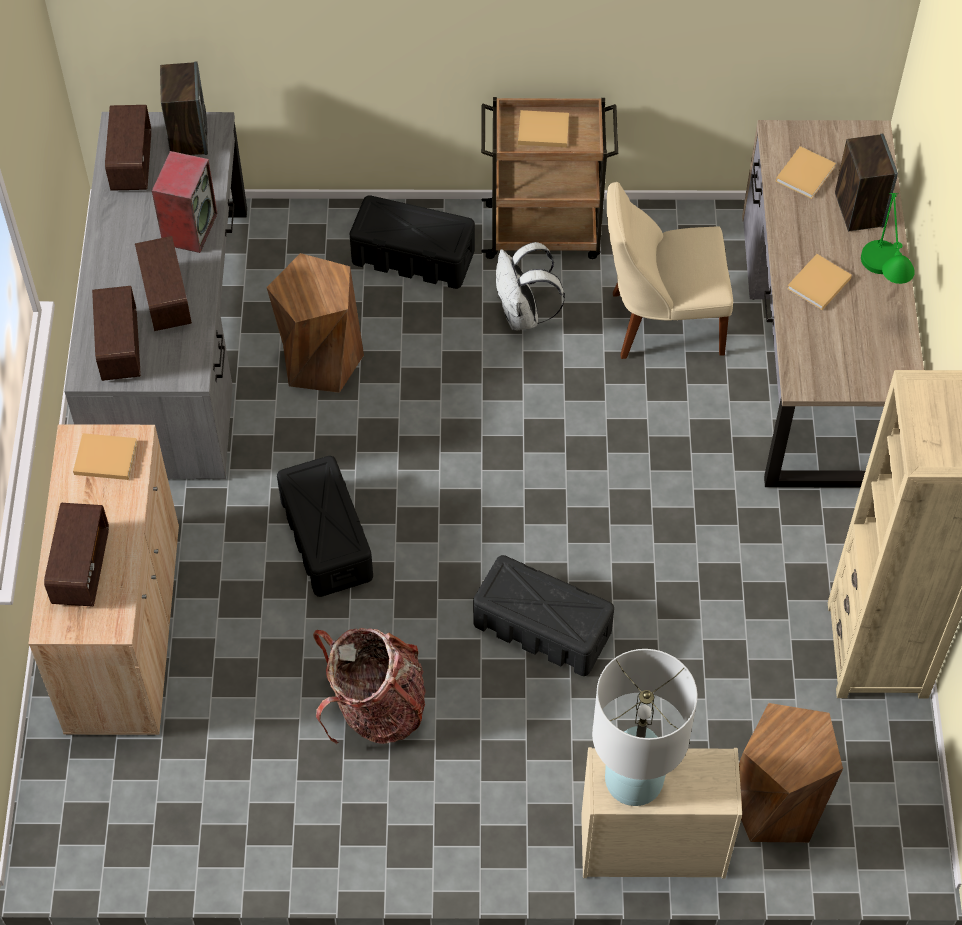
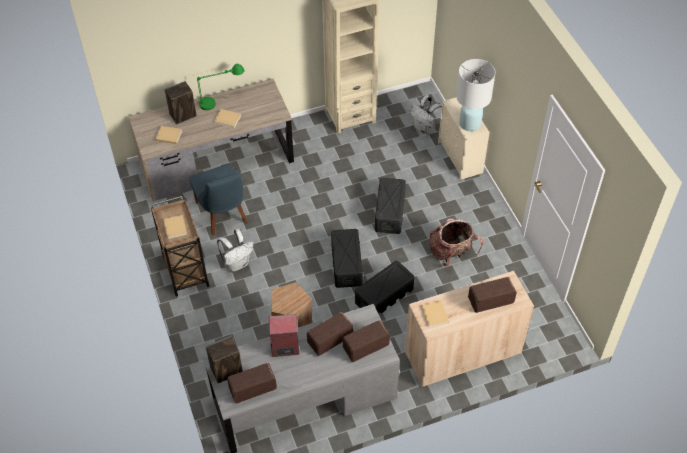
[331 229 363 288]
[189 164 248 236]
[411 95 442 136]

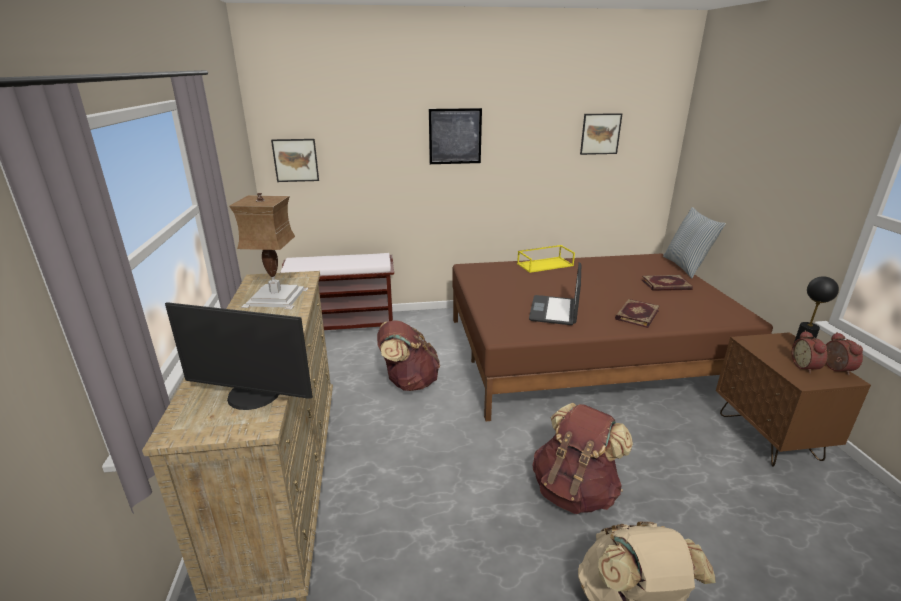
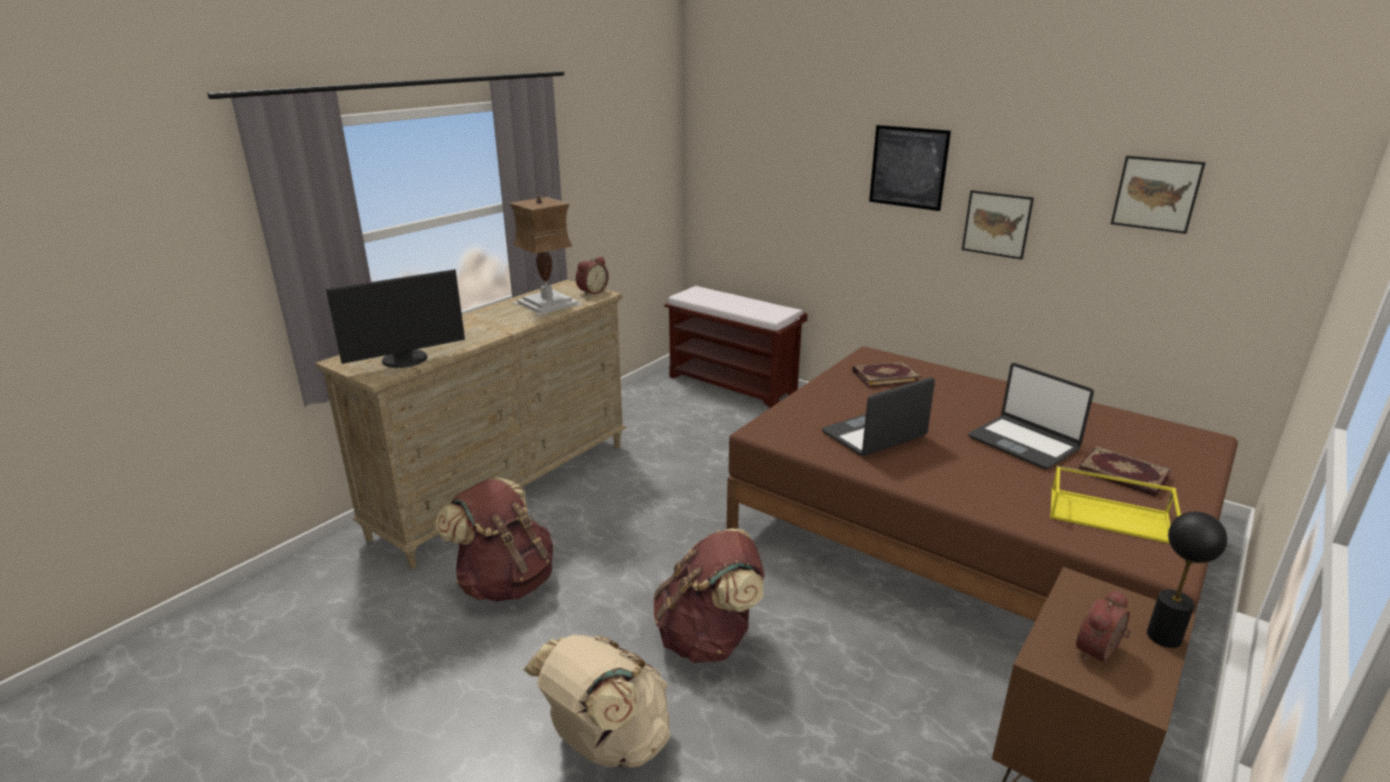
[326 269 465 368]
[962 190 1034 260]
[435 477 553 602]
[1050 466 1181 544]
[852 362 921 388]
[663 207 726 278] (first image)
[576 256 609 296]
[968 363 1094 469]

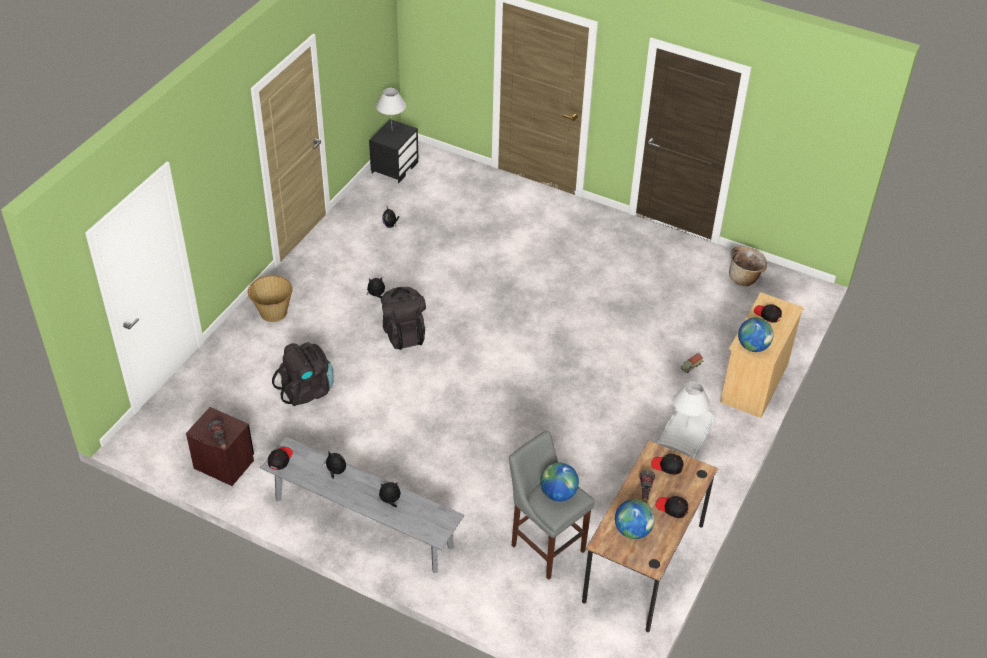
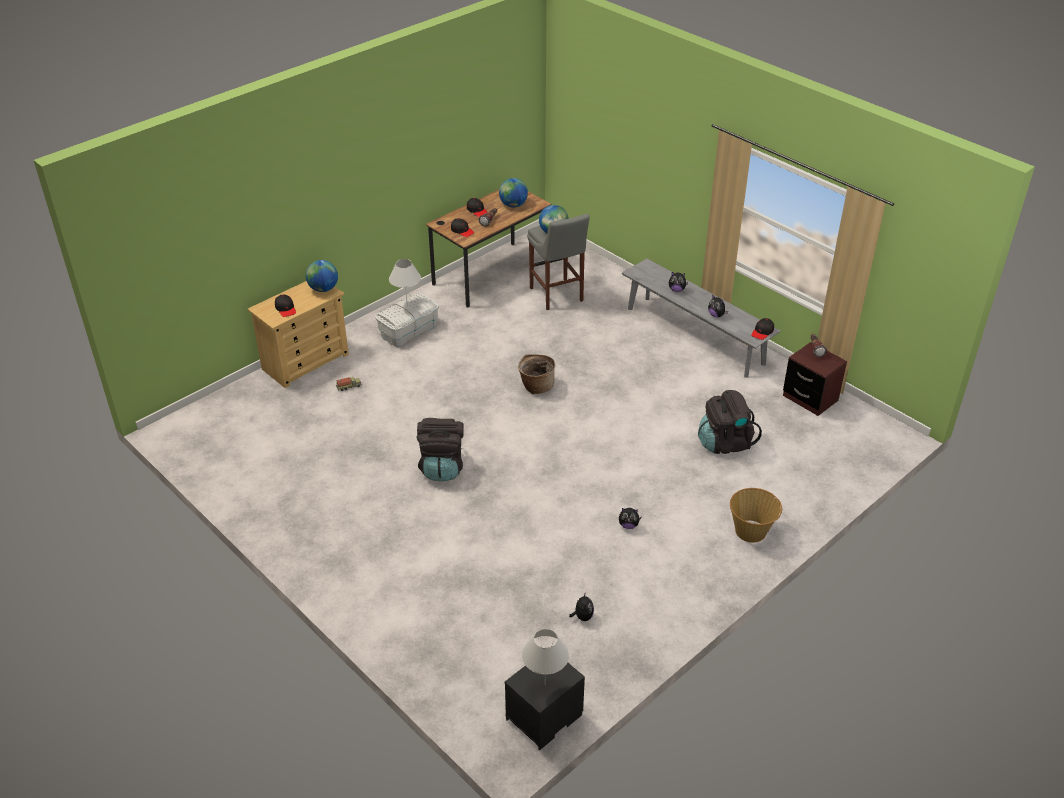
[416 418 464 481]
[518 354 555 394]

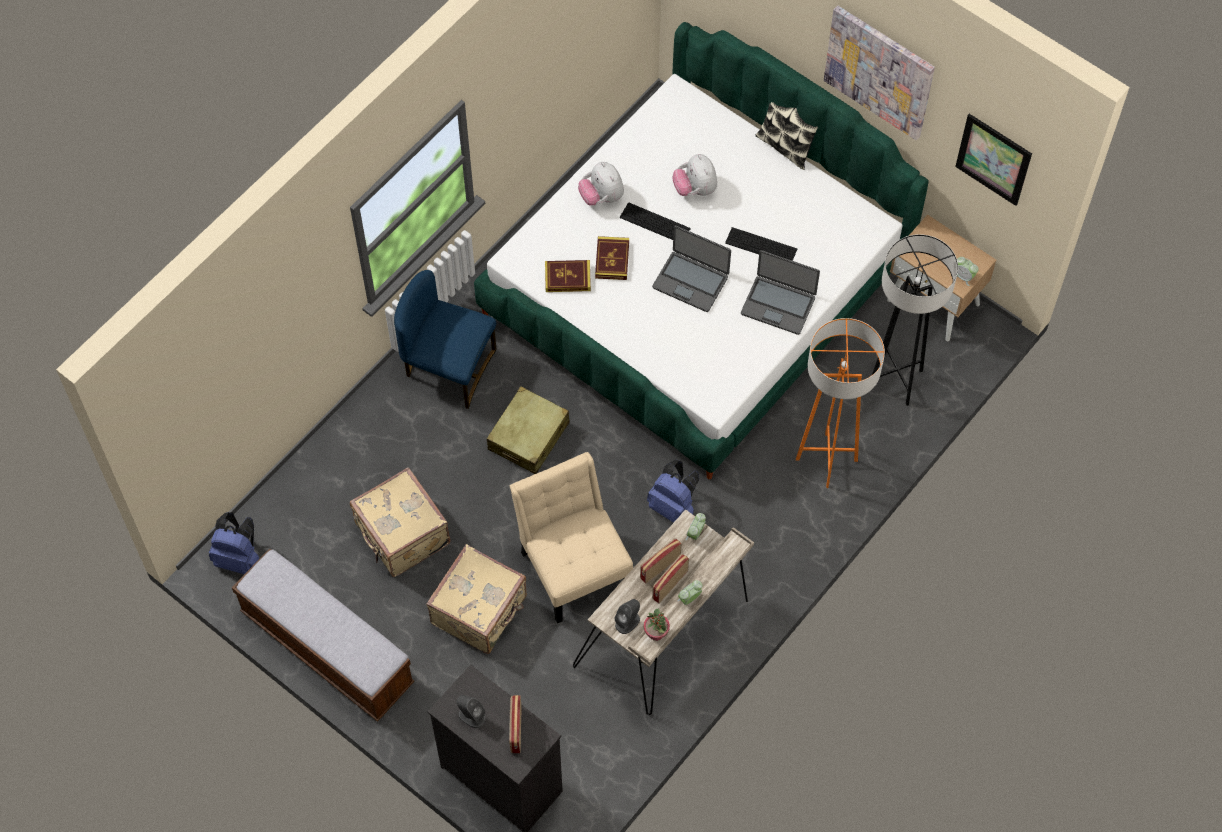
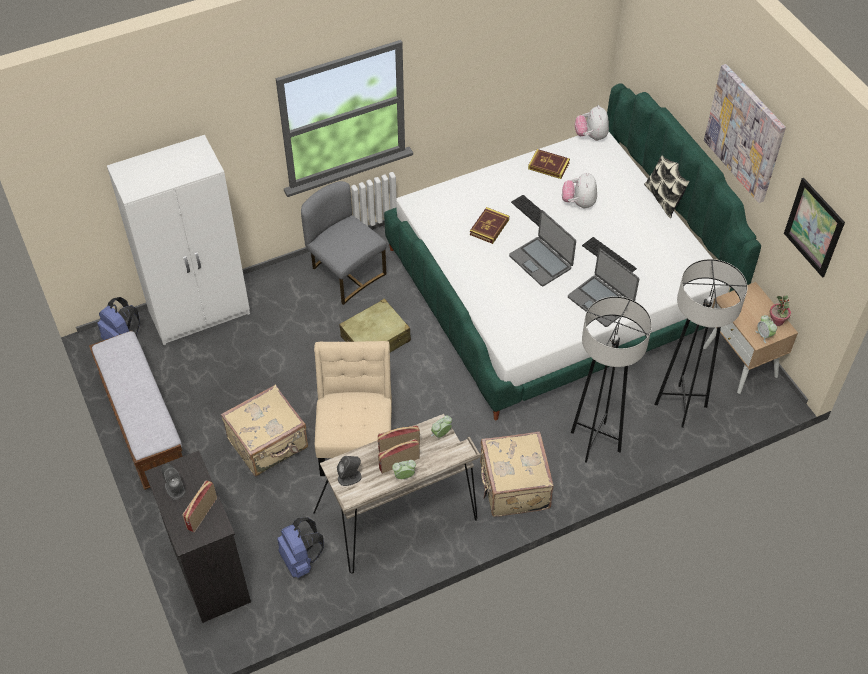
[480 431 554 517]
[301 181 387 305]
[528 149 570 179]
[575 105 609 141]
[770 295 791 326]
[277 517 324 578]
[571 296 652 463]
[107 135 250 345]

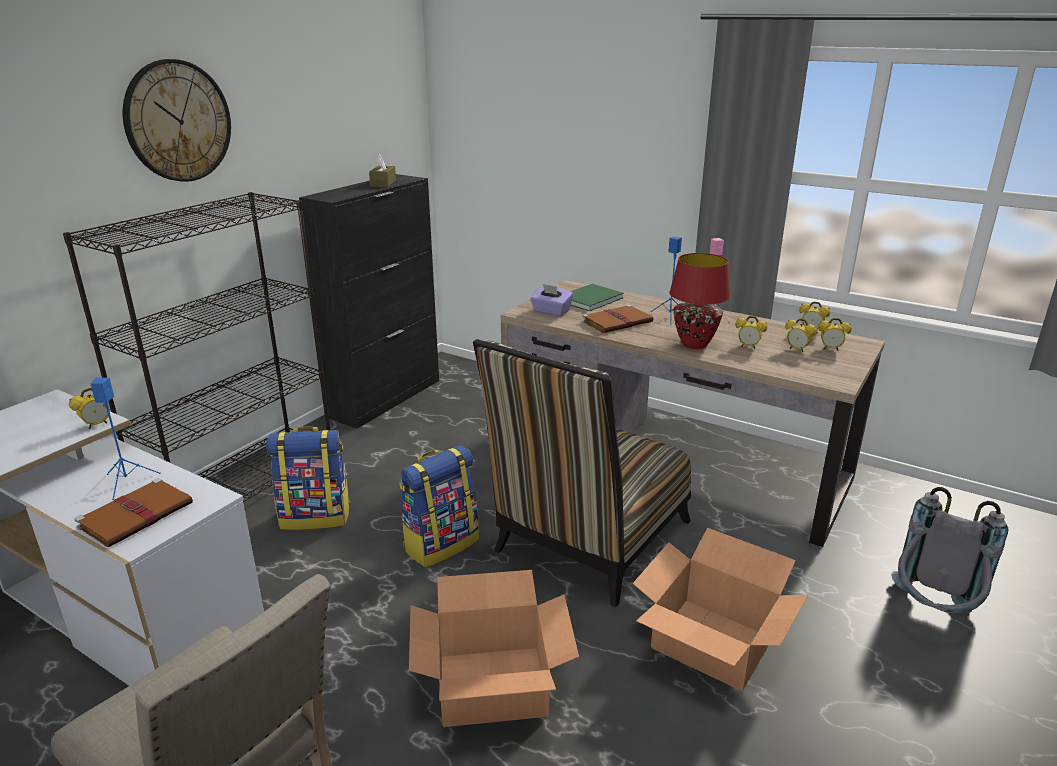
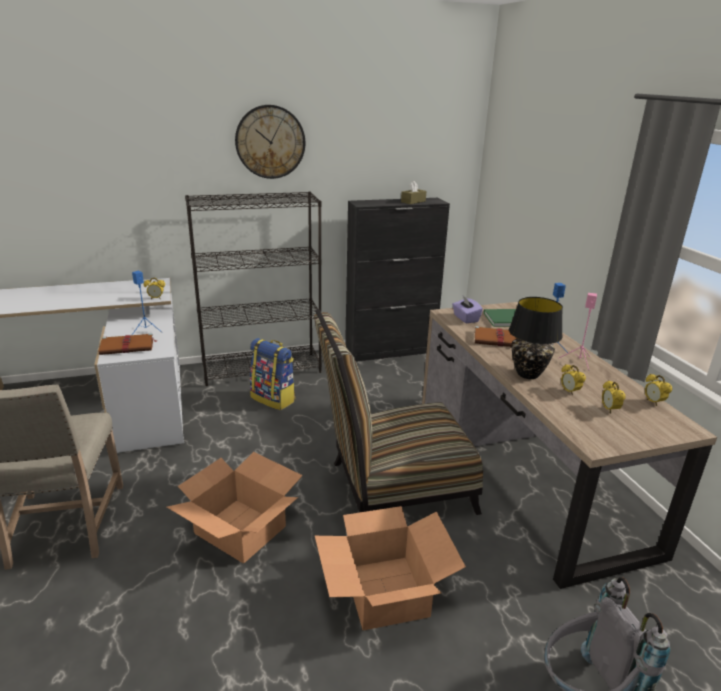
[399 445 479 568] (first image)
[509 297 563 379]
[818 318 852 351] (first image)

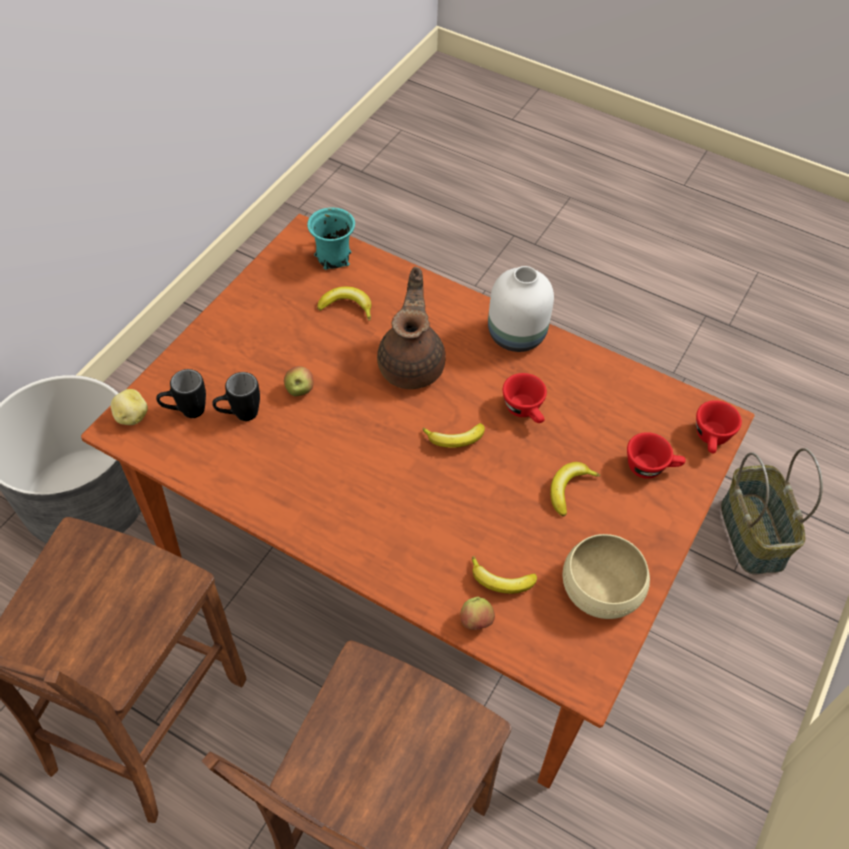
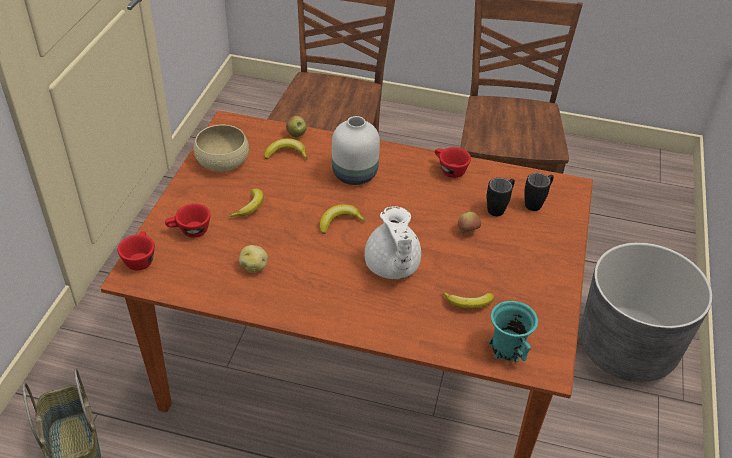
[239 245 268 273]
[365 206 421 279]
[332 116 380 185]
[435 147 471 178]

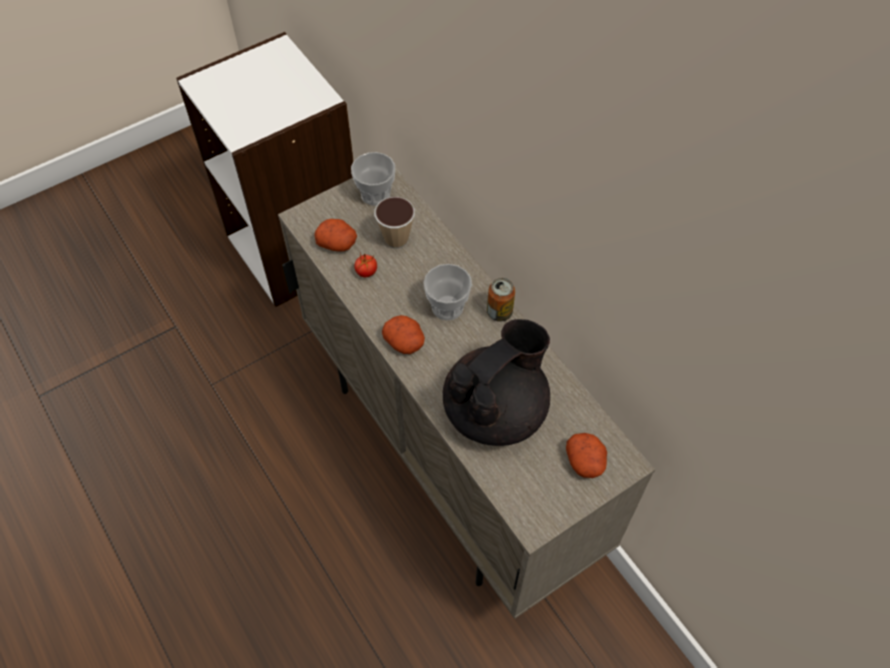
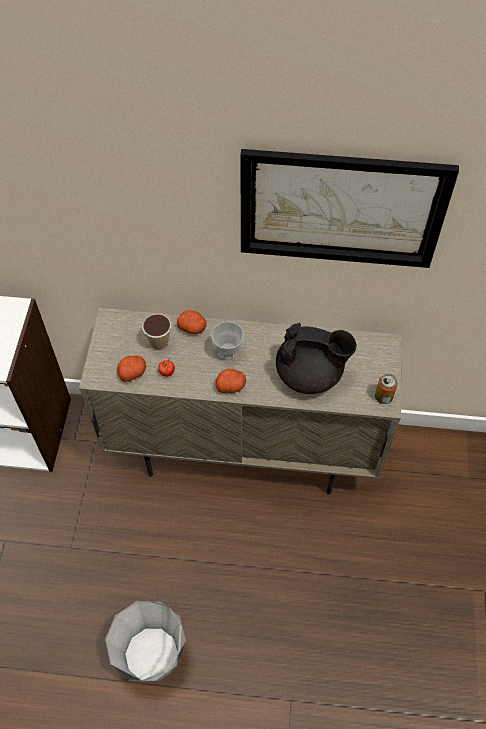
[351 152 396 206] (first image)
[276 323 357 394]
[375 374 398 404]
[177 310 207 334]
[105 600 186 682]
[240 149 459 268]

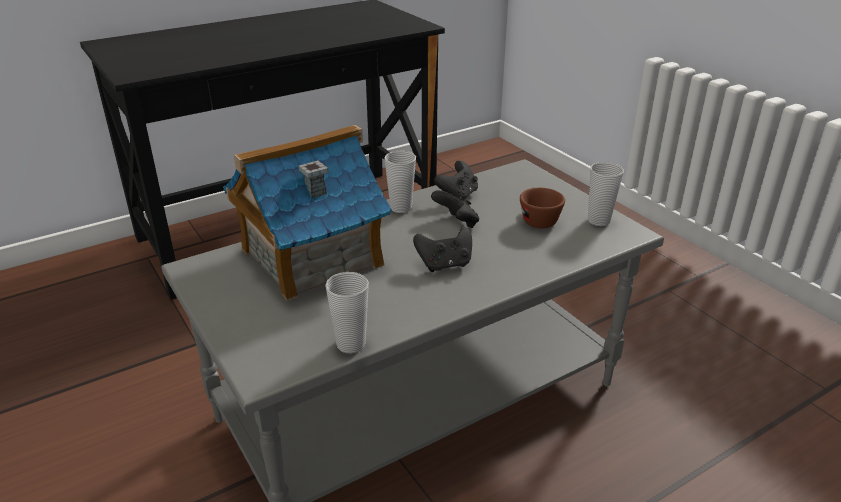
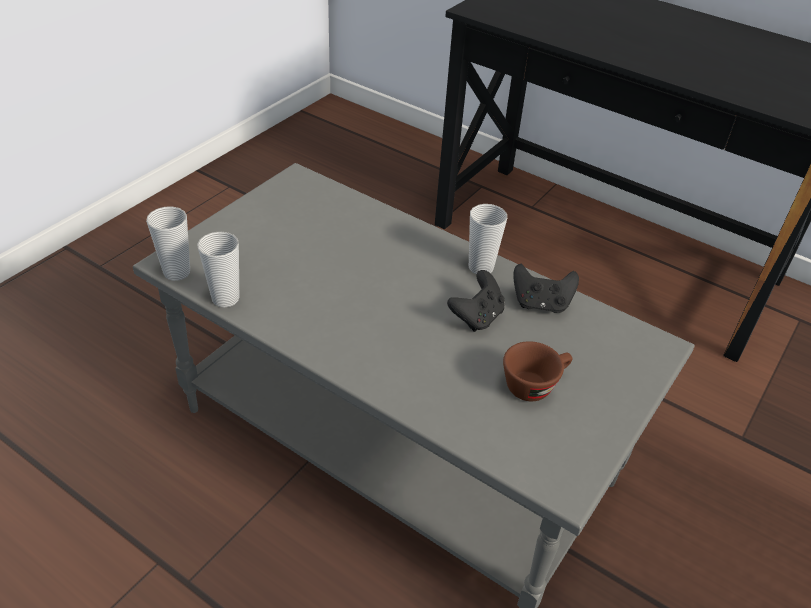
[223 125 392 301] (first image)
[413 226 472 272] (first image)
[146 206 190 281]

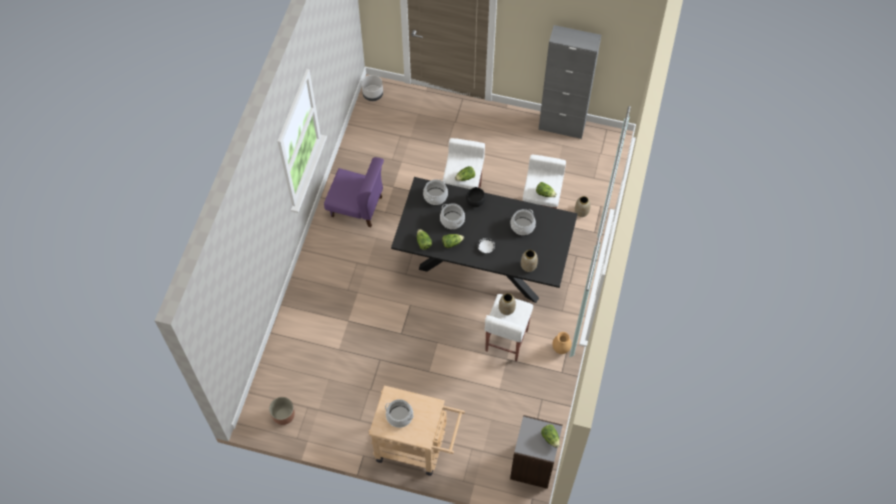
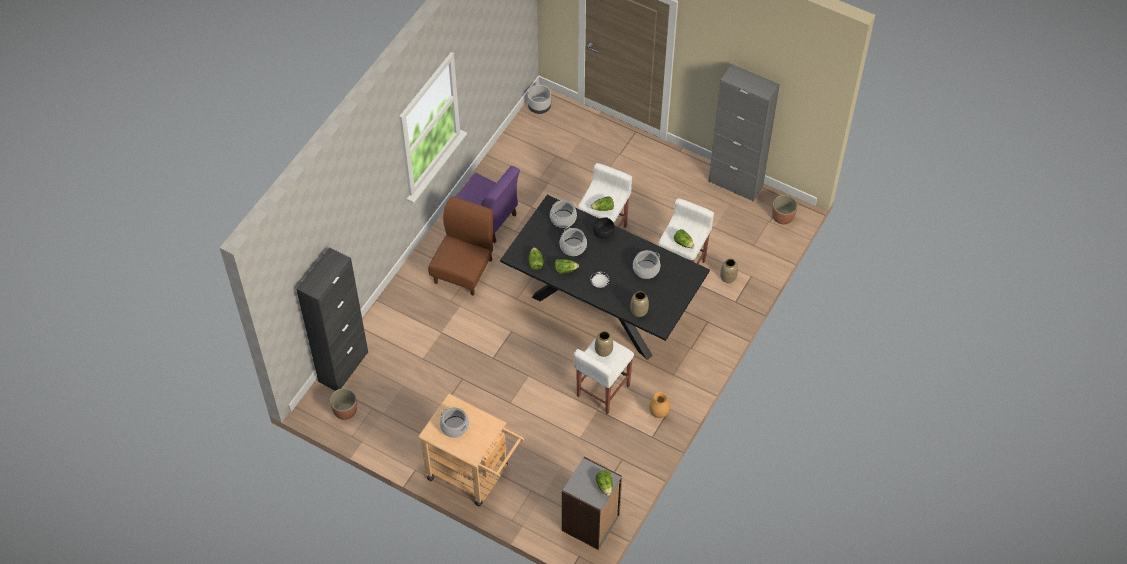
[296 247 368 391]
[428 196 493 296]
[772 195 797 224]

